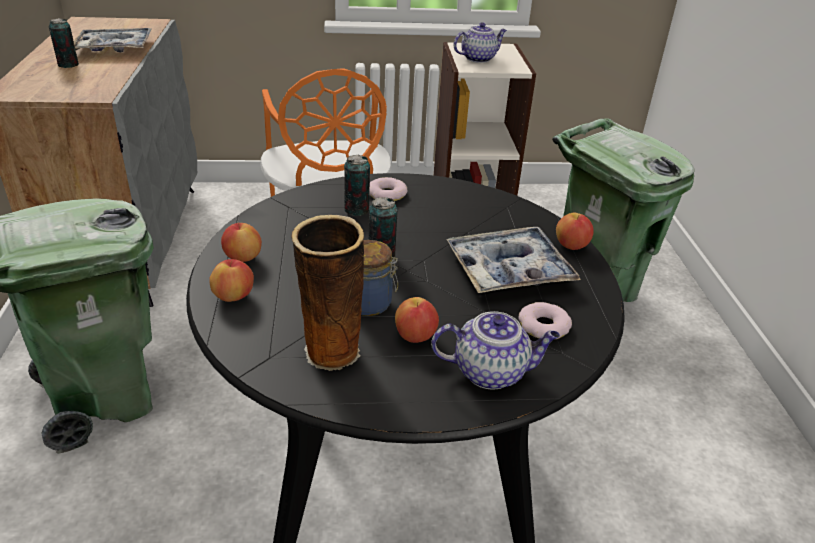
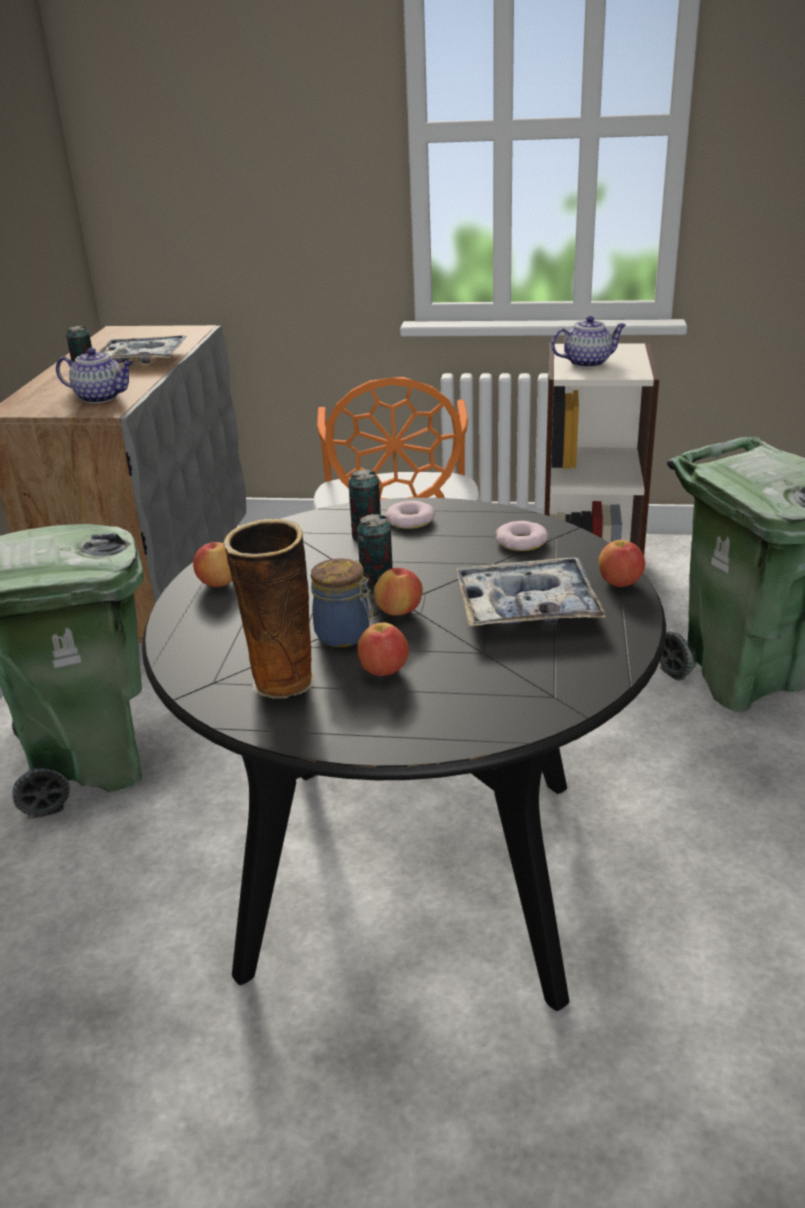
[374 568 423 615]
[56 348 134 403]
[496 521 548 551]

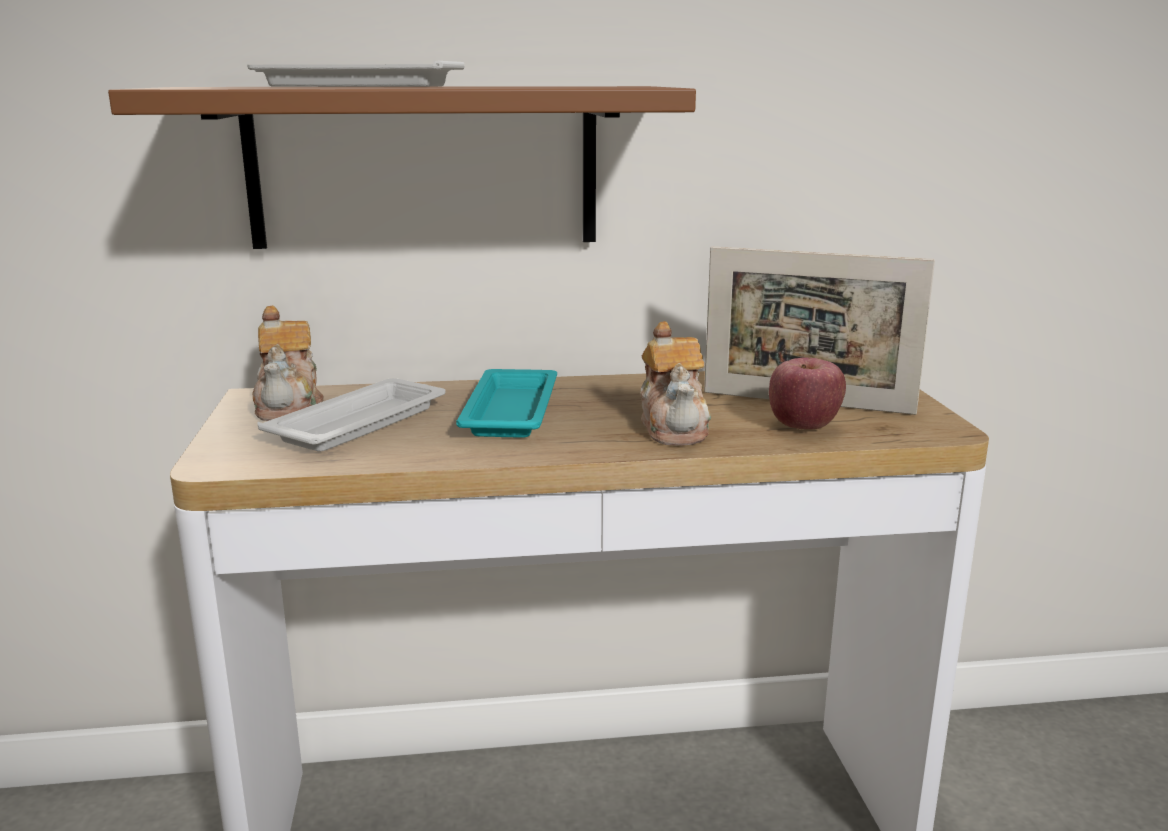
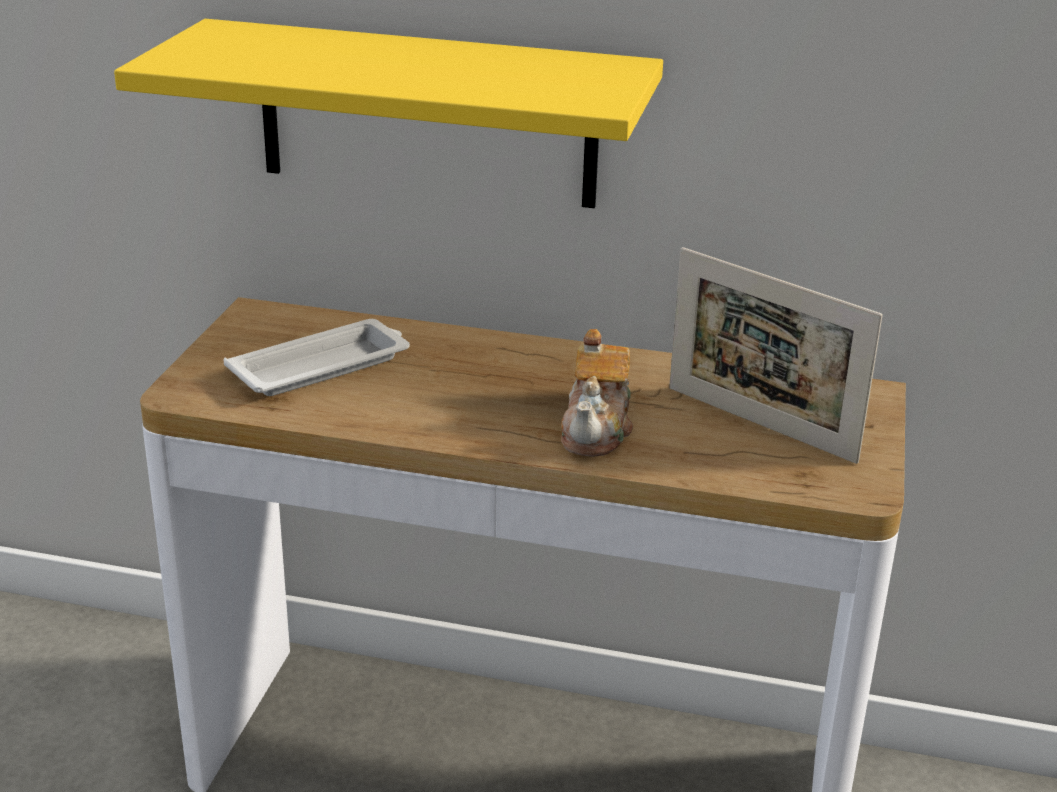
[114 19 663 208]
[247 61 465 87] (first image)
[253 306 324 421] (first image)
[456 369 557 438] (first image)
[769 358 846 429] (first image)

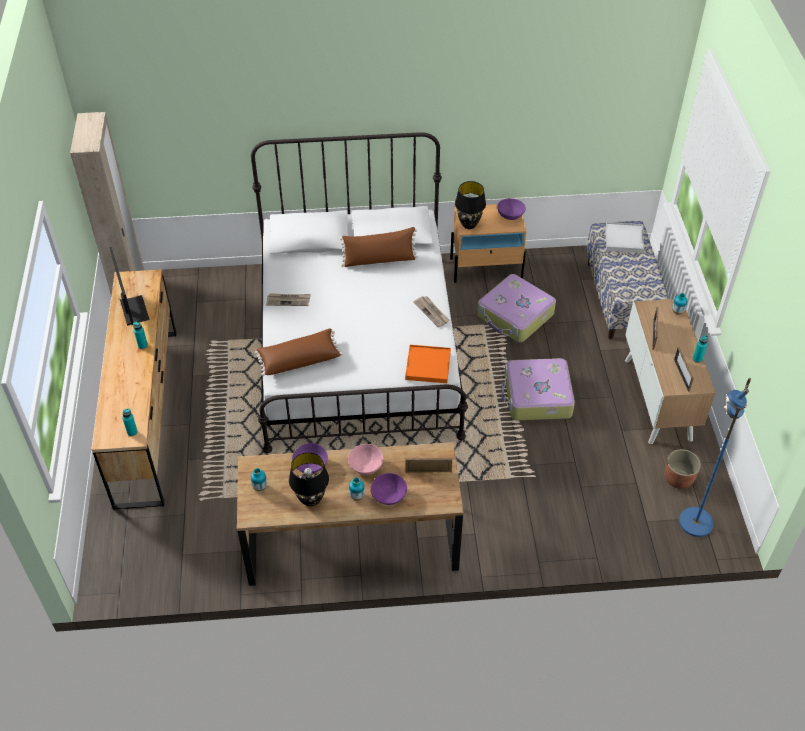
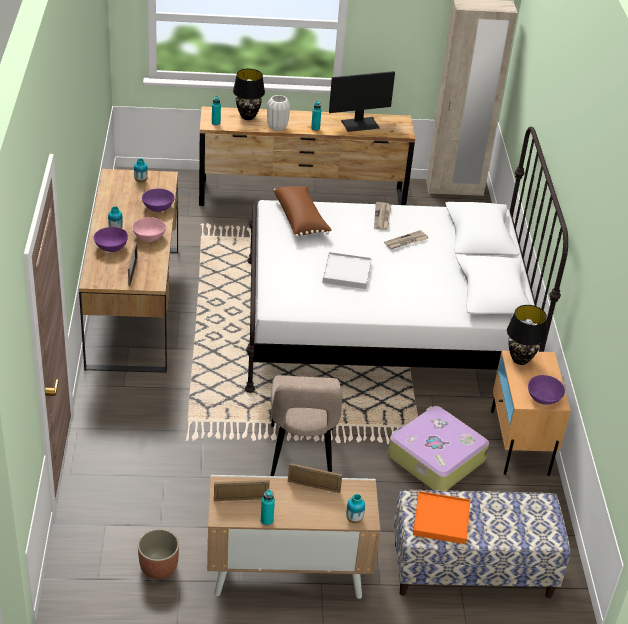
[233 69 265 120]
[340 227 418 267] (first image)
[413 491 470 544]
[384 230 428 249]
[270 375 343 476]
[322 252 371 289]
[679 378 751 537] (first image)
[267 95 290 131]

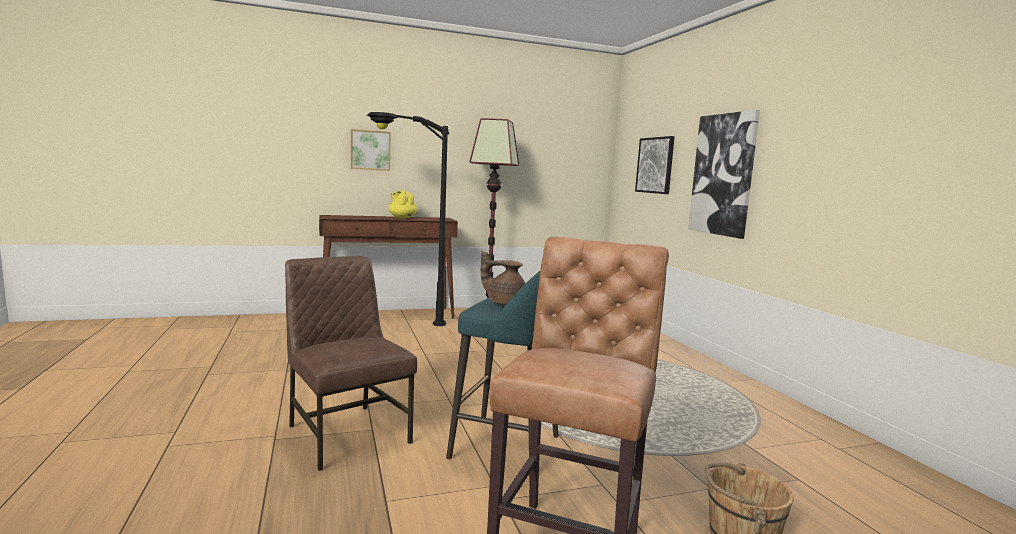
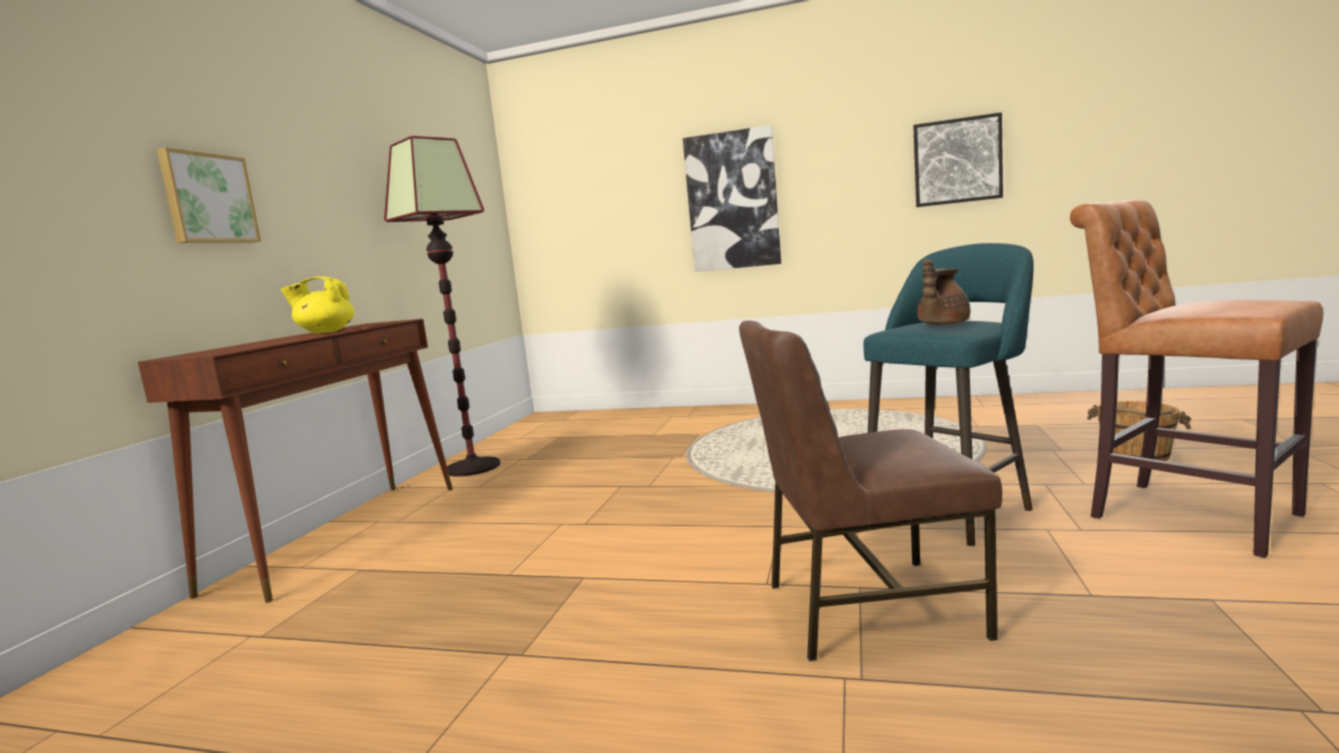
[367 112 449 326] (first image)
[913 112 1003 207]

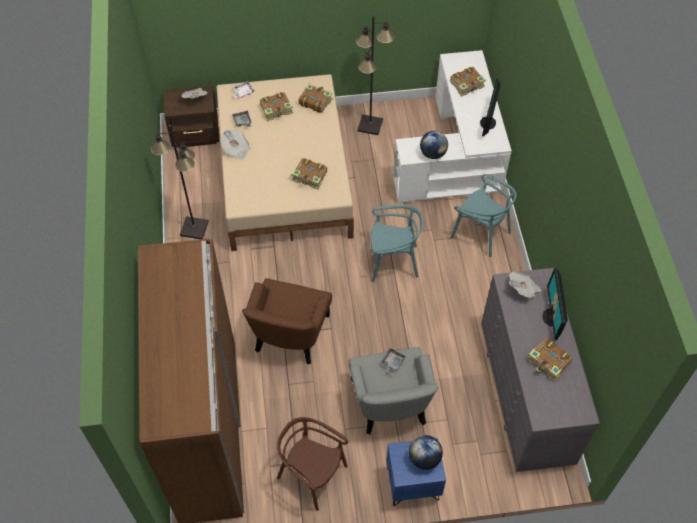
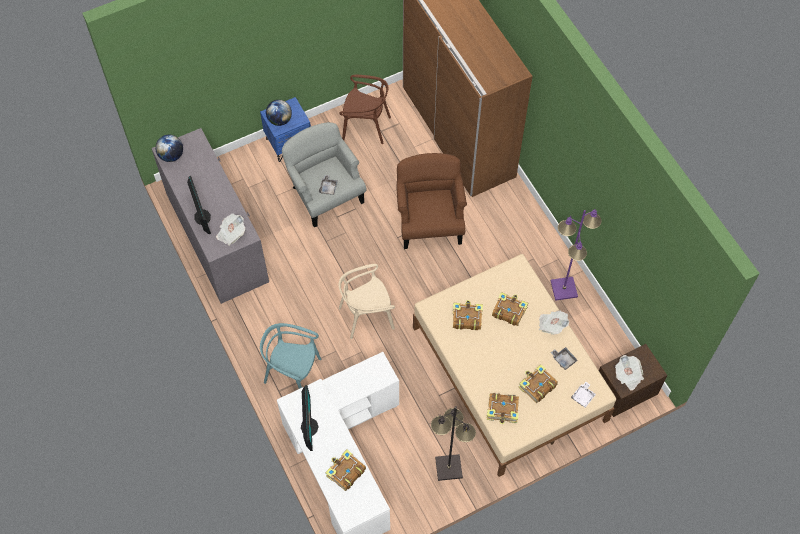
[551 209 602 301]
[339 264 395 339]
[155 135 183 162]
[492 292 528 326]

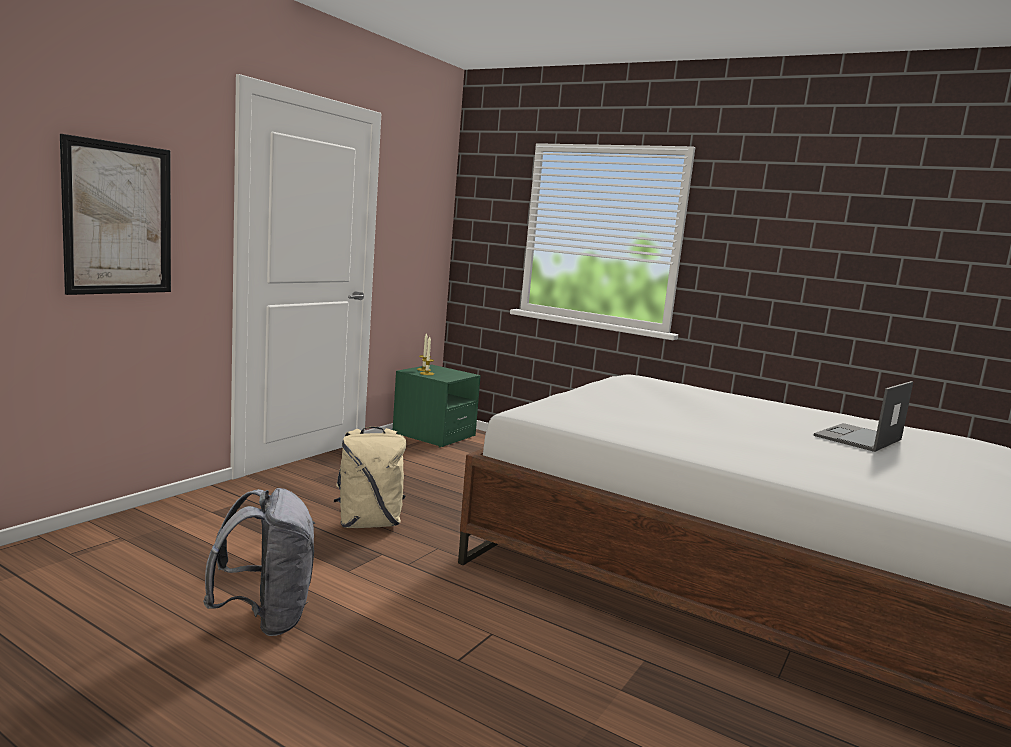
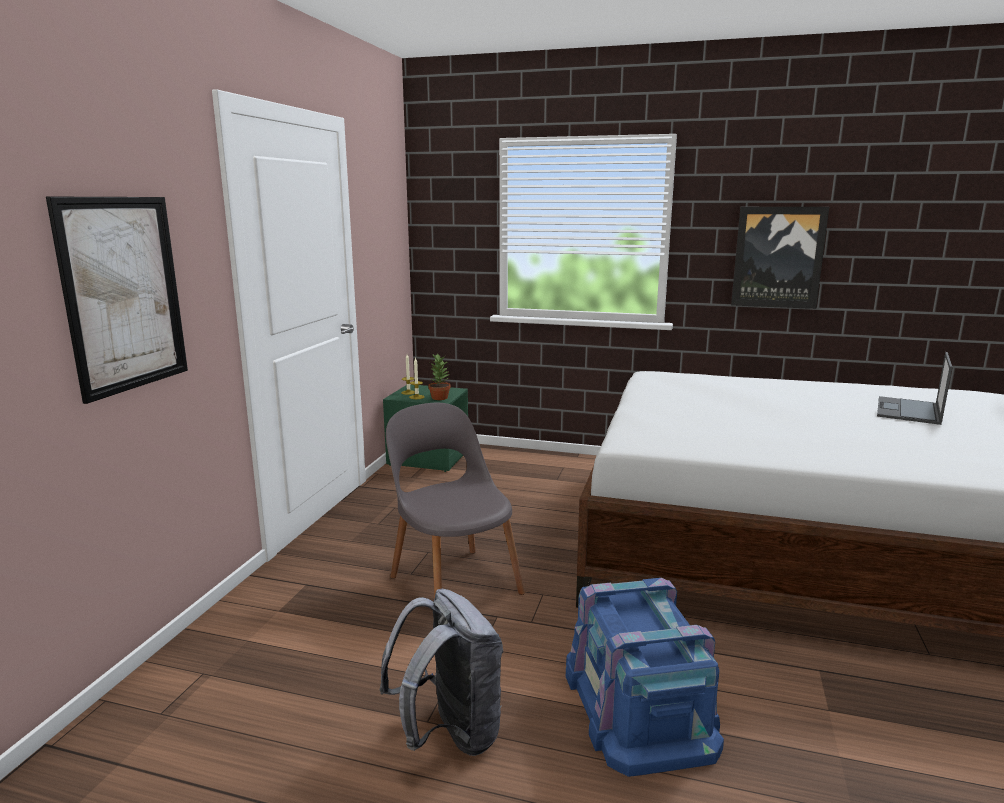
[386 403 525 598]
[428 353 451 400]
[566 578 724 777]
[731 207 829 309]

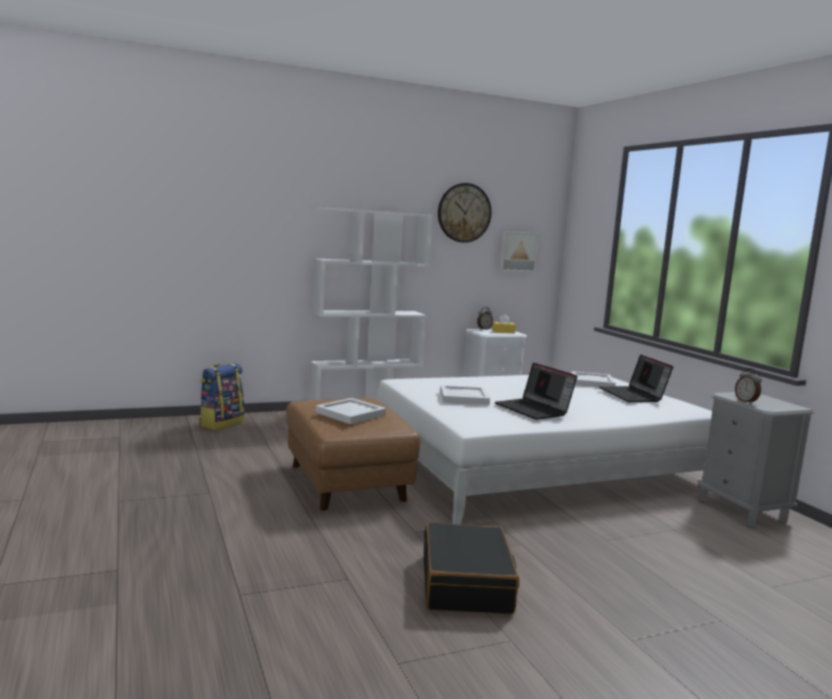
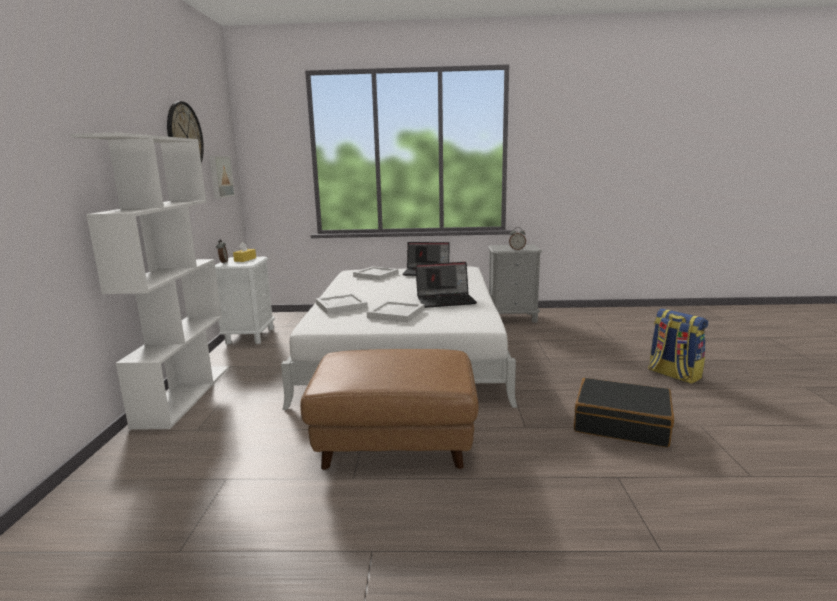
[648 308 708 384]
[316 293 368 314]

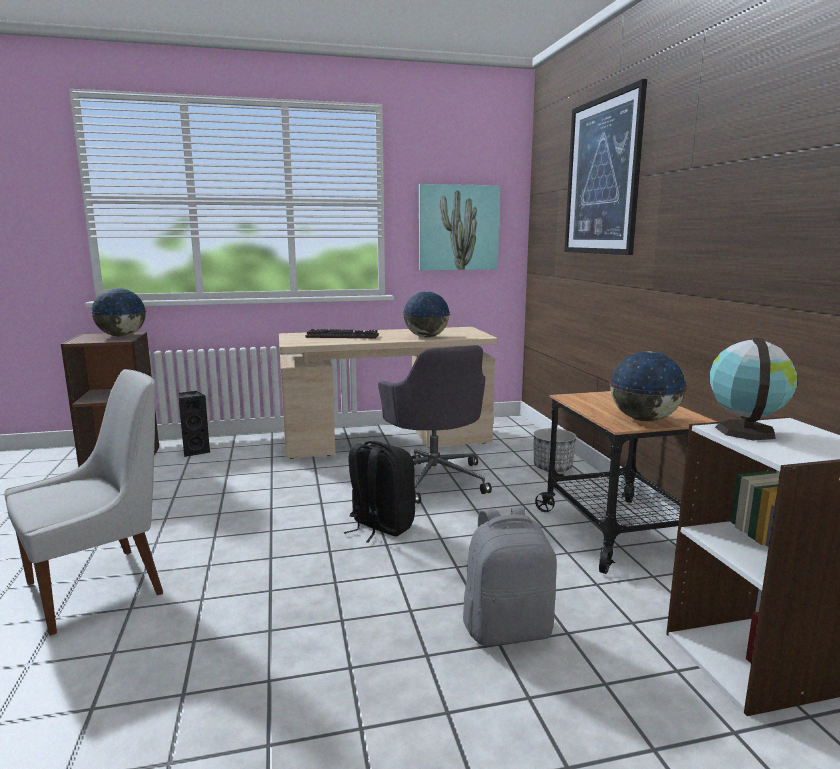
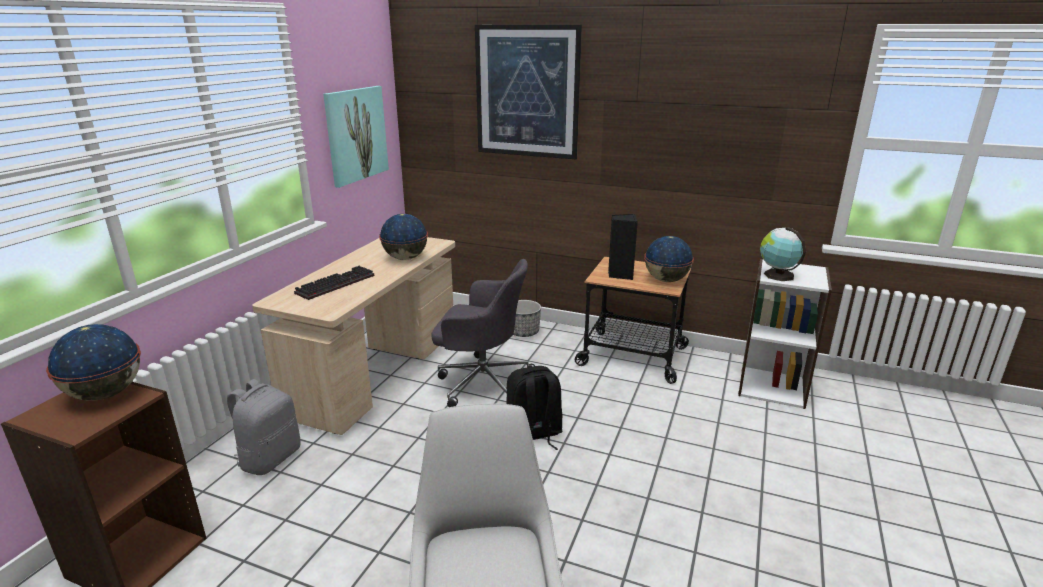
[608 214 638 280]
[227 379 300 475]

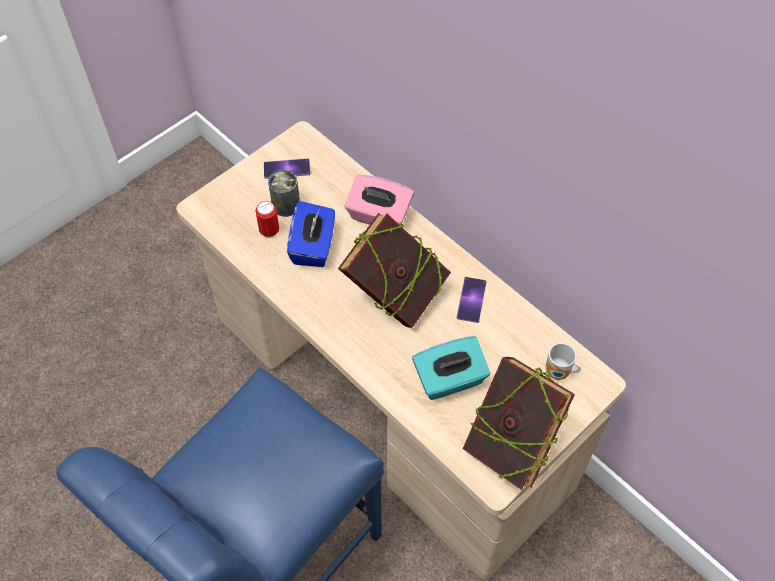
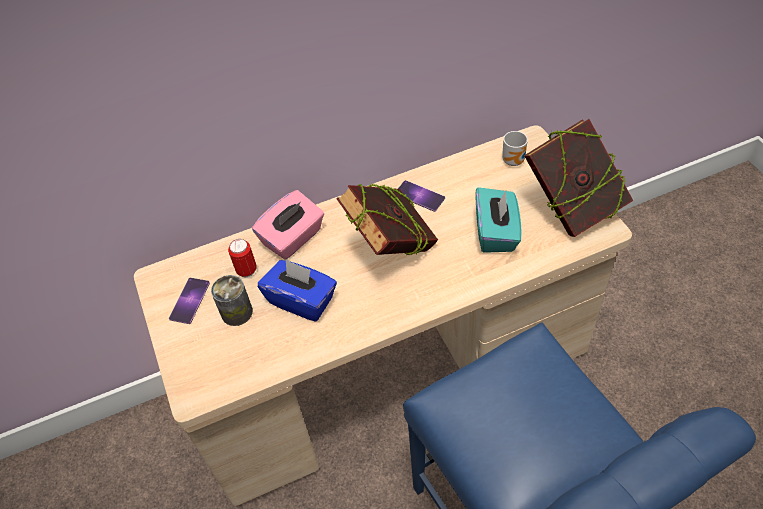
[228 239 257 277]

